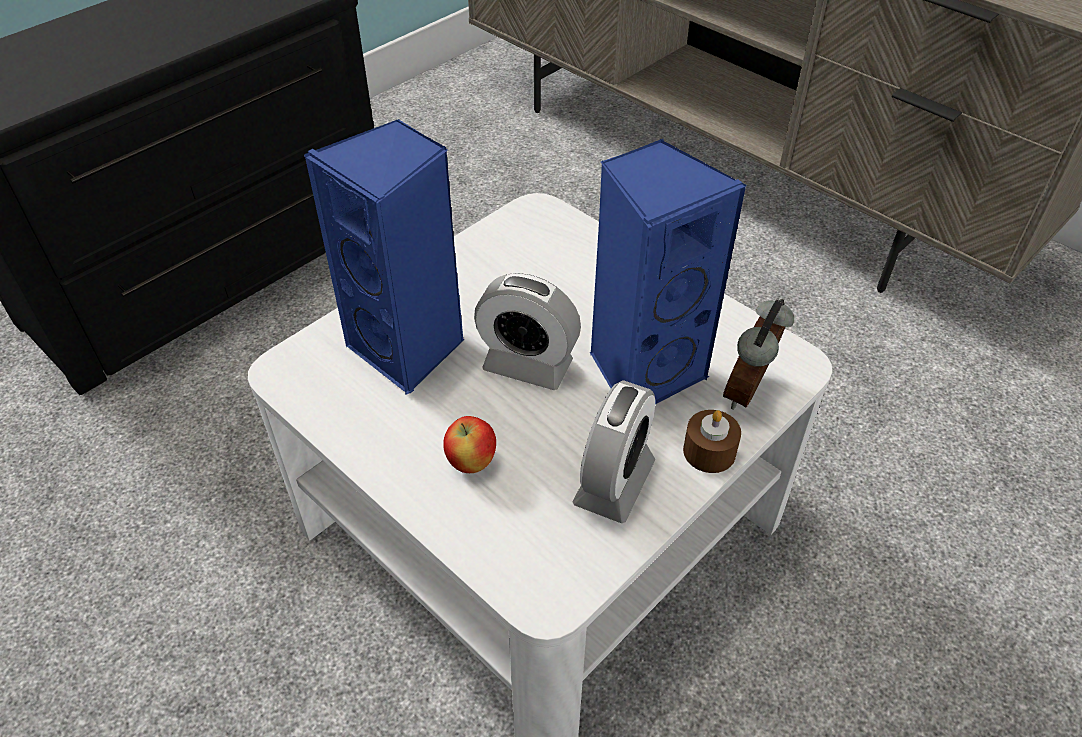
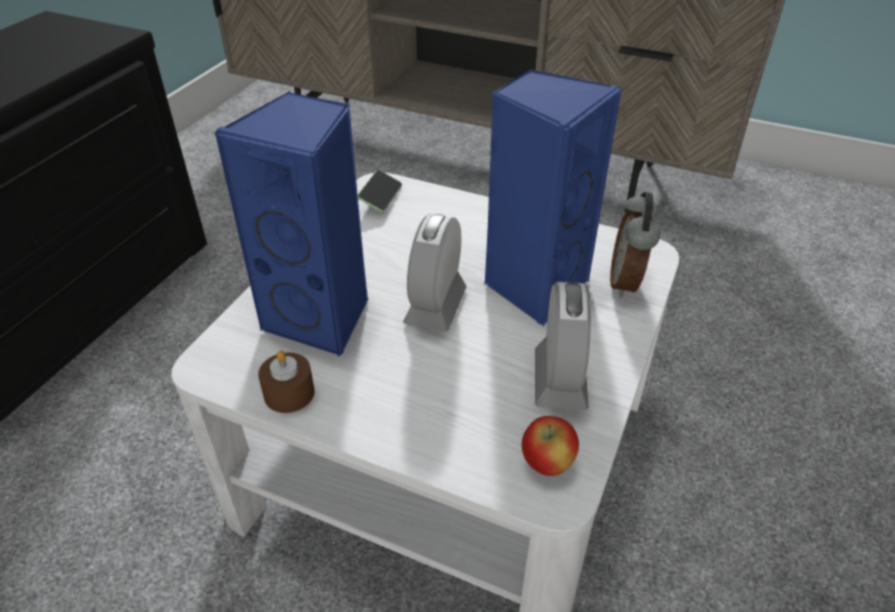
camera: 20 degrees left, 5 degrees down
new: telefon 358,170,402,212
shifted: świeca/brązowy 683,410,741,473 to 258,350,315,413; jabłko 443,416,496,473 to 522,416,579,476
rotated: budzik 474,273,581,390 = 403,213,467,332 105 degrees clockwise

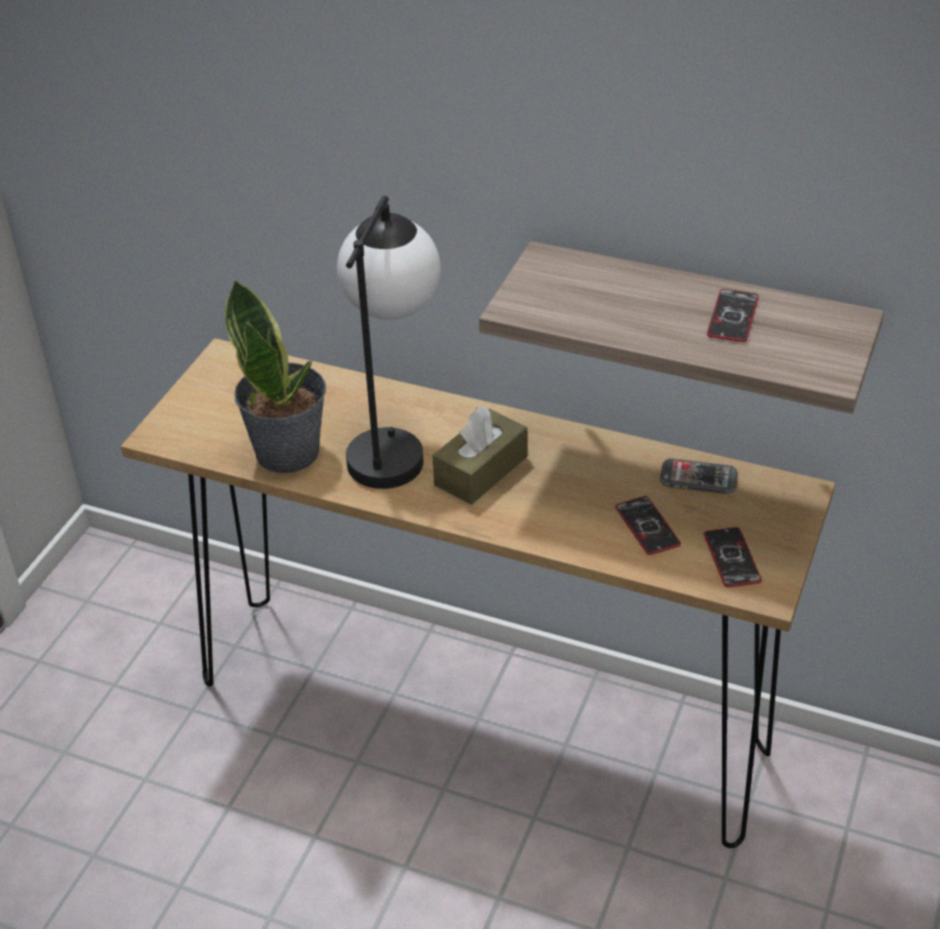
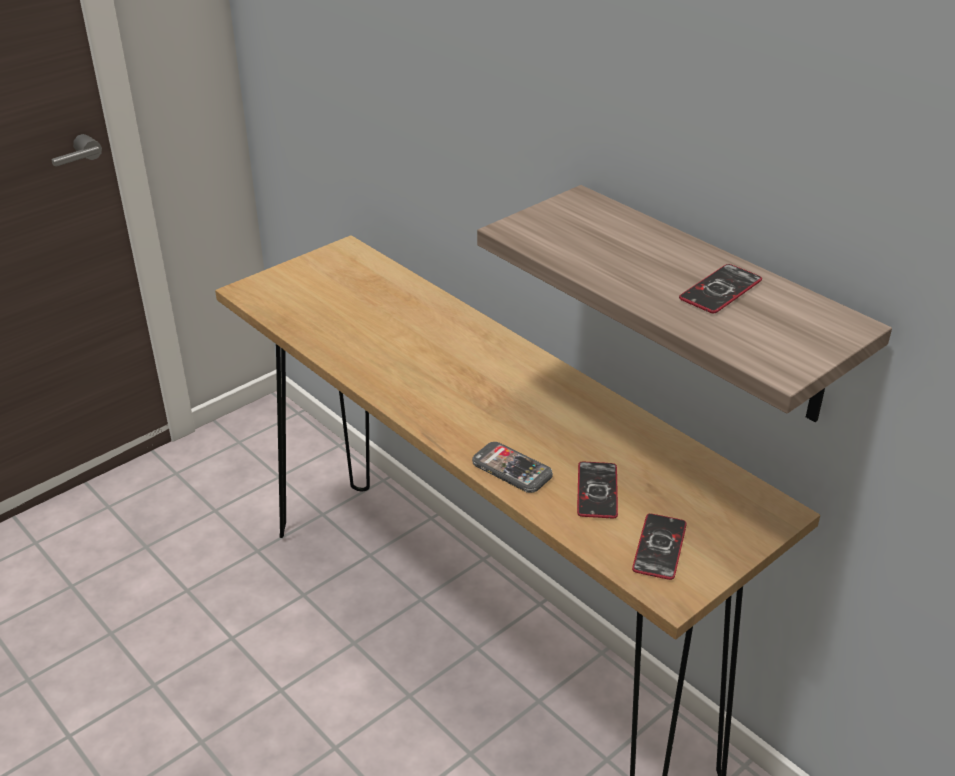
camera: 25 degrees right, 5 degrees down
gone: roślina doniczkowa 225,279,326,473; lampa stołowa 337,196,441,489; pudełko chusteczek/brązowy 433,406,527,505
shifted: telefon 660,459,738,494 to 472,442,553,493

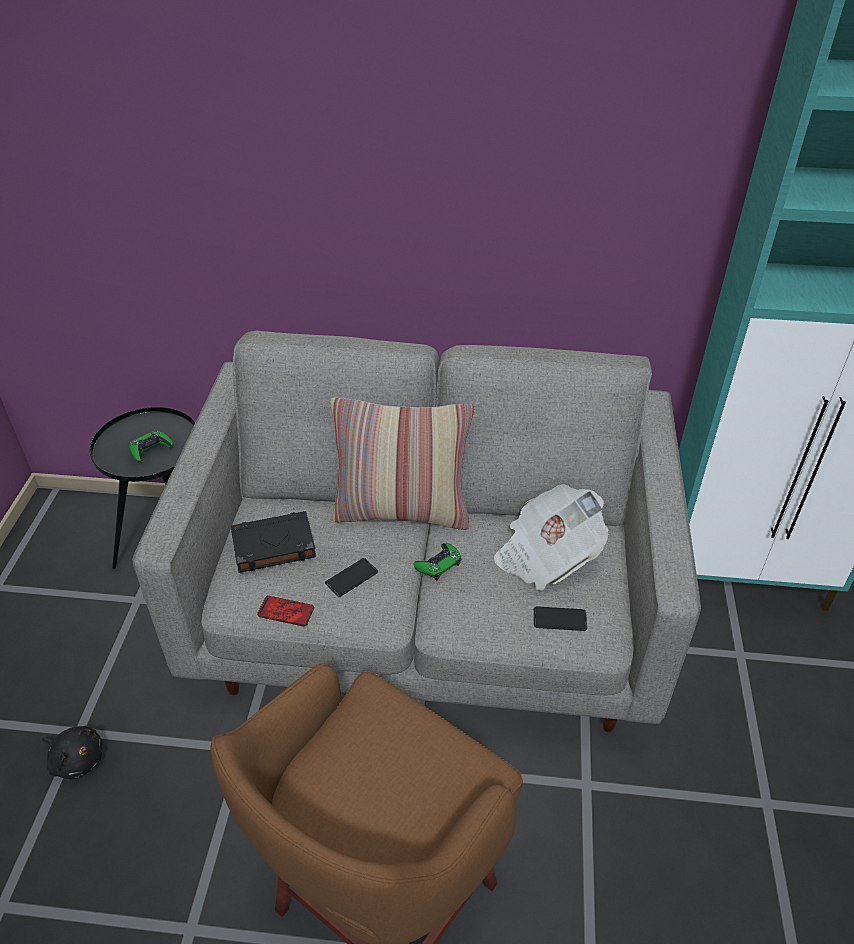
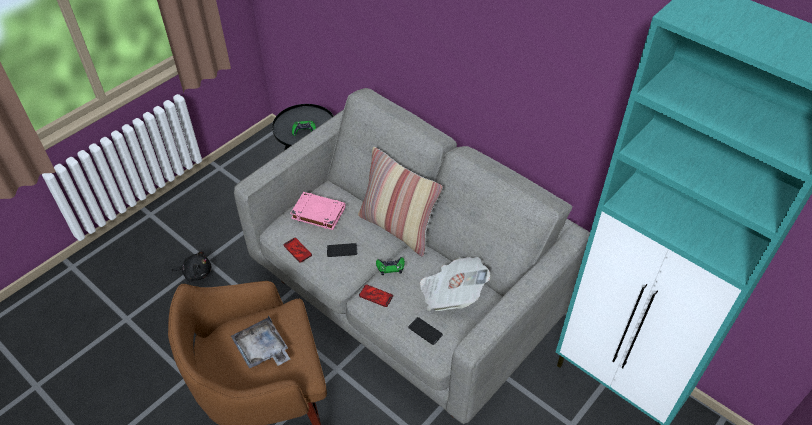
camera: 35 degrees right, 5 degrees up
new: taca/szary 231,315,290,369; telefon 359,284,393,307
repainted: książka/czarny 231,511,316,573 to książka/różowy 290,192,346,230
rotated: pluszak/czarny 42,726,103,779 = 172,251,211,282 60 degrees counterclockwise

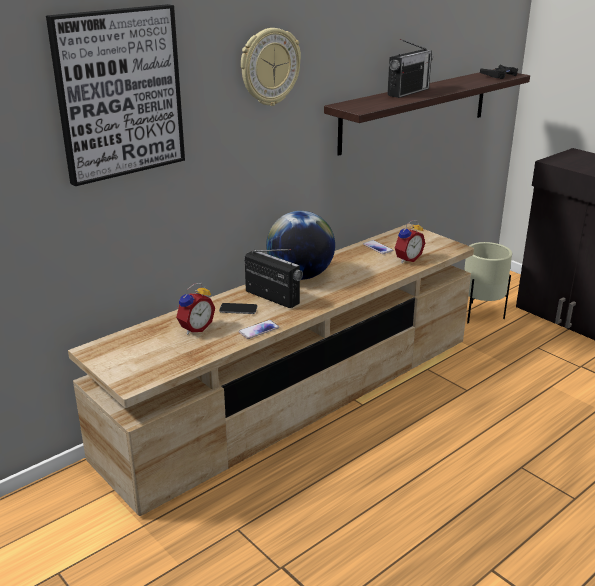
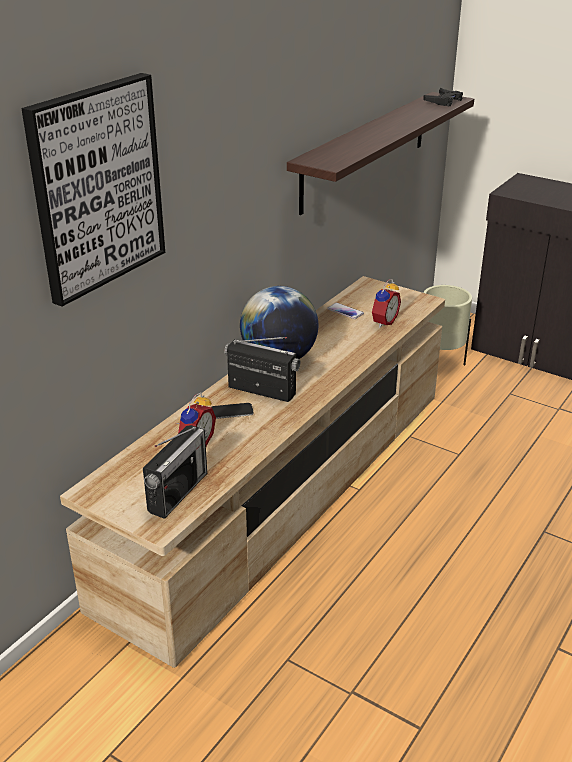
camera: 15 degrees left, 5 degrees up
gone: telefon 239,320,279,339; zegar ścienny 241,28,301,106
shifted: radio 387,39,433,98 to 143,425,207,519

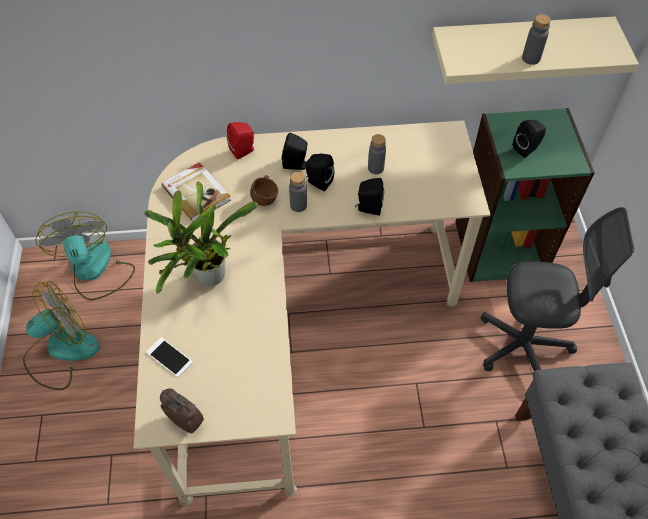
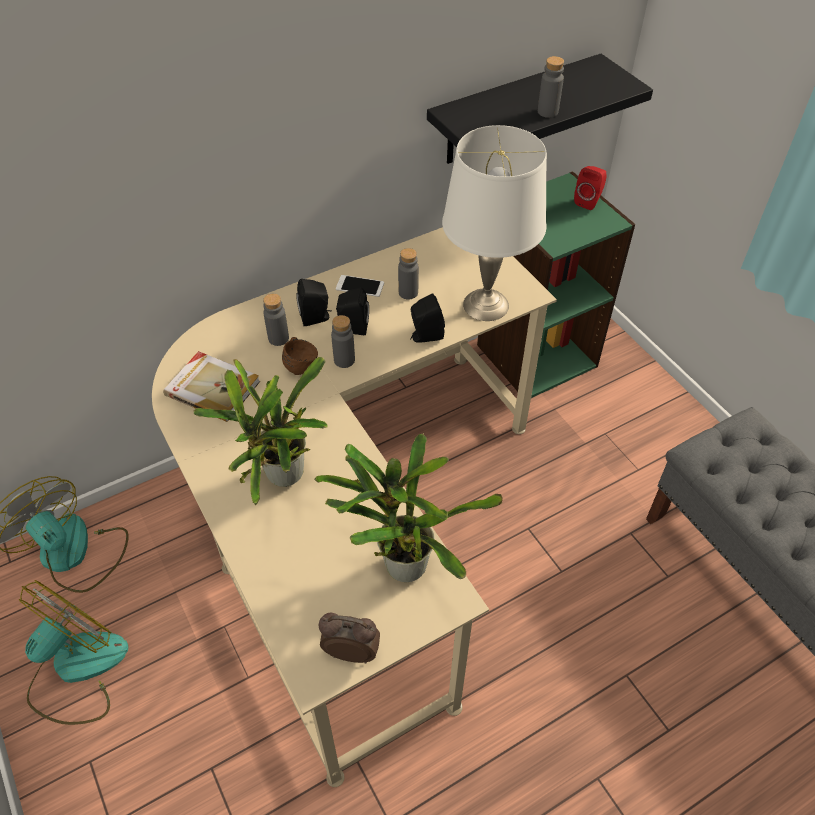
camera: 25 degrees left, 5 degrees down
gone: krzesło biurowe/szary 480,207,634,371; głośnik/czarny 513,120,546,158
new: butelka/szary 263,294,289,346; roślina doniczkowa 315,433,503,582; lampa stołowa/biały 442,125,547,321
shifted: telefon 146,337,193,377 to 336,275,384,297; głośnik/czerwony 227,122,254,160 to 574,166,607,210
repainted: półka/beżowy 432,17,639,84 to półka/czarny 427,54,653,164

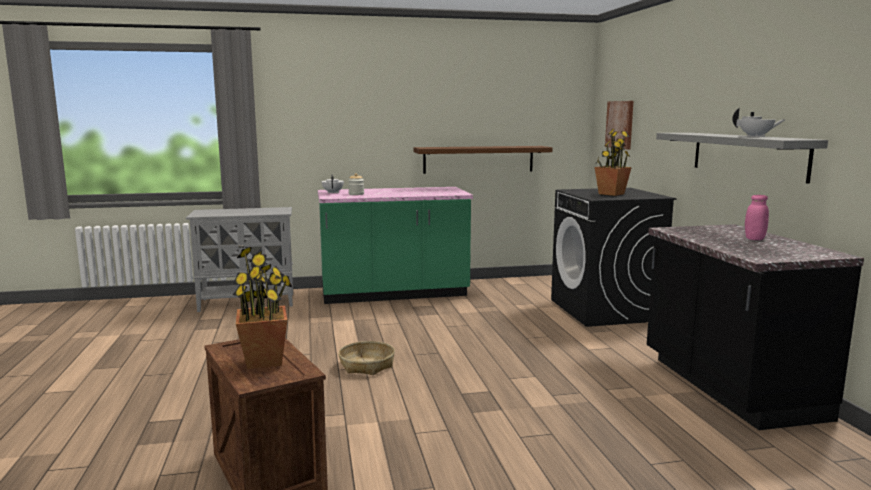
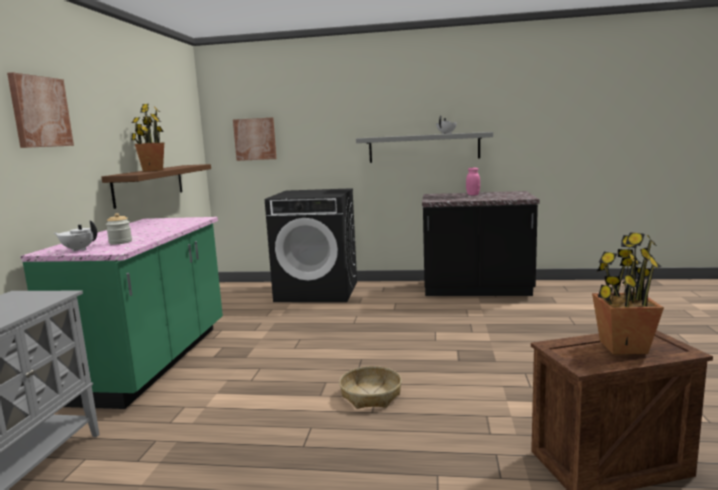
camera: 70 degrees left, 0 degrees up
new: obraz 7,72,74,148
shifted: roślina doniczkowa 594,129,632,196 to 131,104,164,172

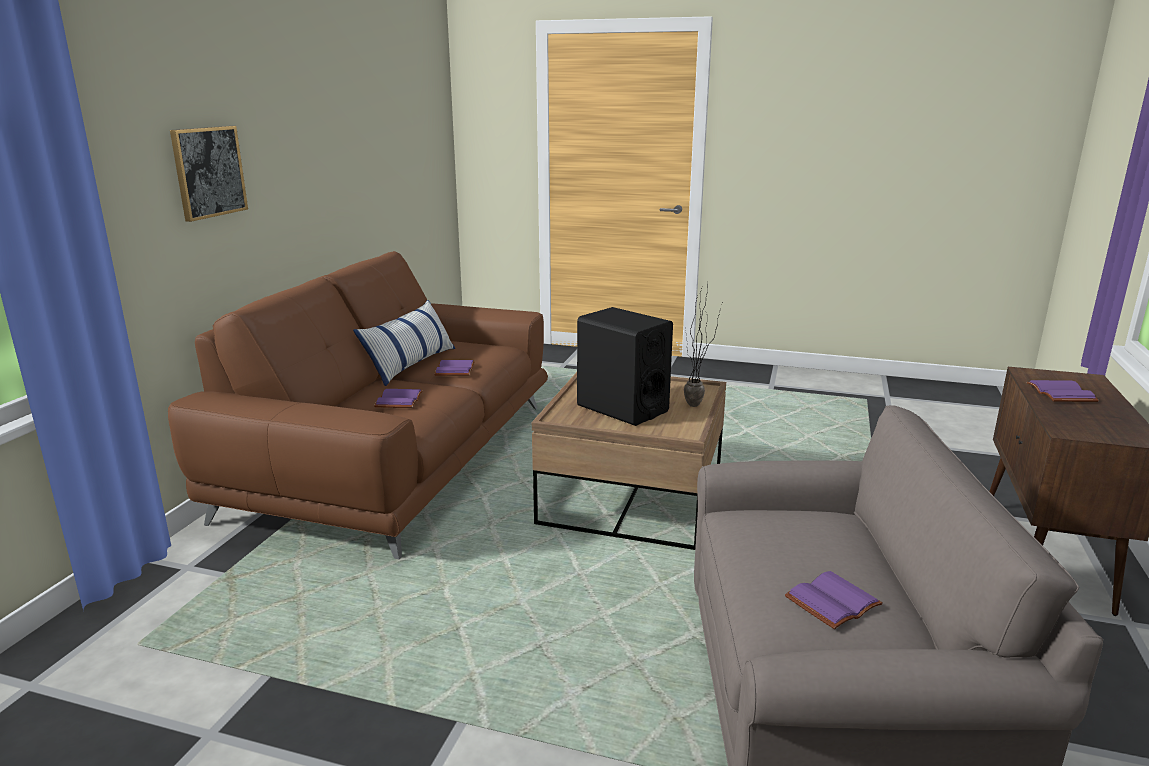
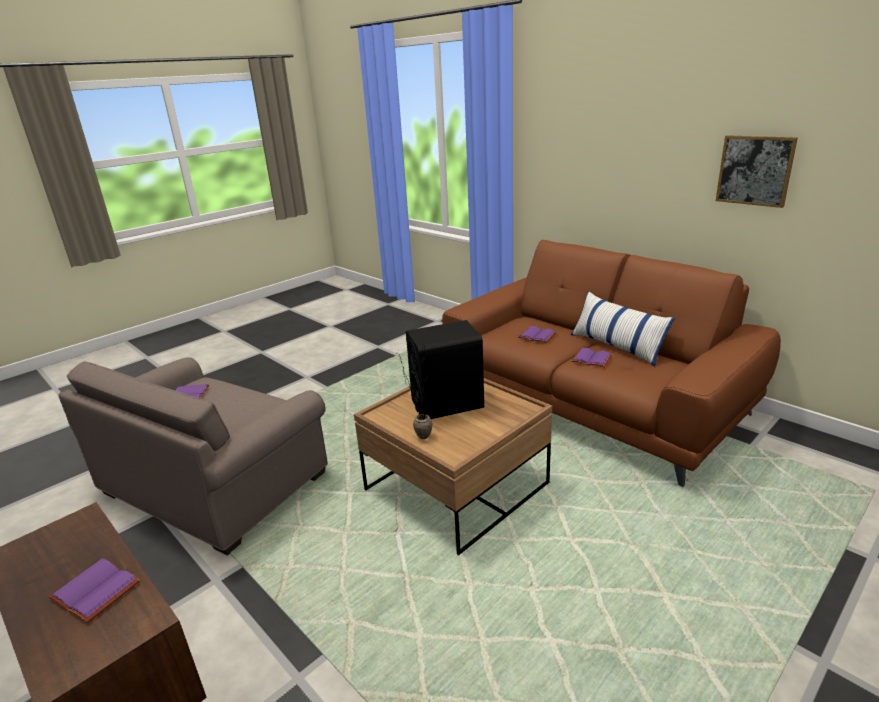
camera: 120 degrees right, 5 degrees up
shifted: obraz 170,126,248,222 to 716,135,798,208

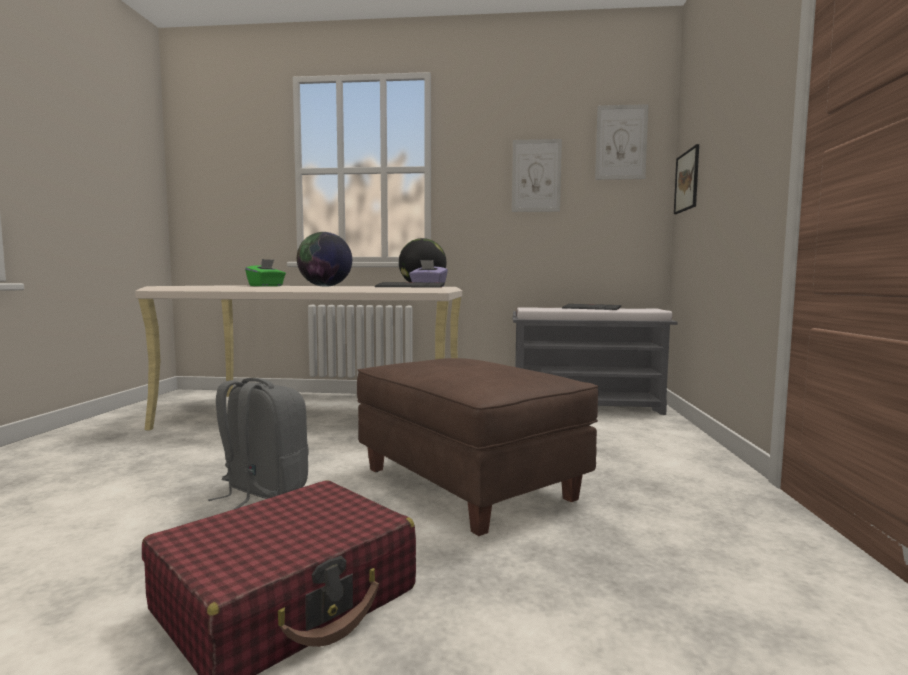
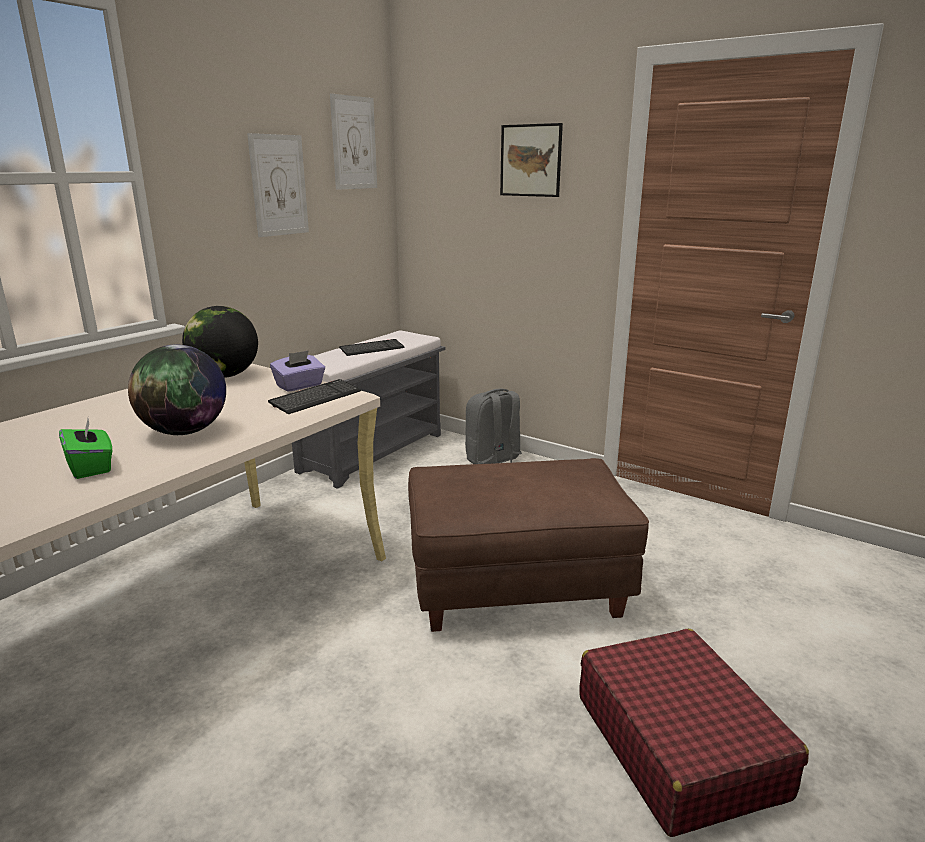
camera: 60 degrees left, 15 degrees up
shifted: plecak/szary 208,378,309,509 to 465,388,522,464; obraz 674,144,699,214 to 500,123,563,197

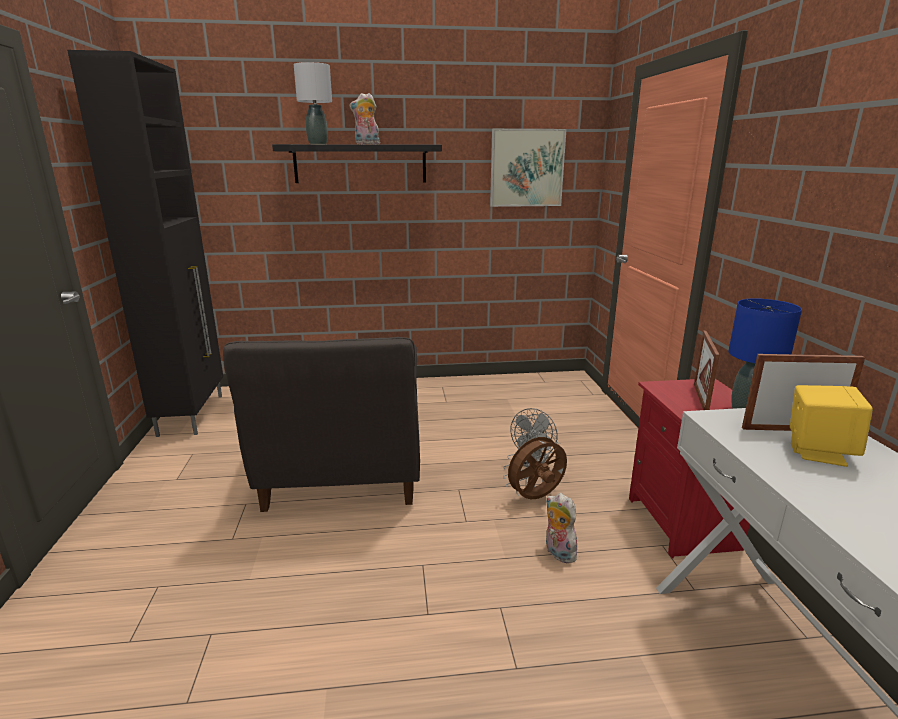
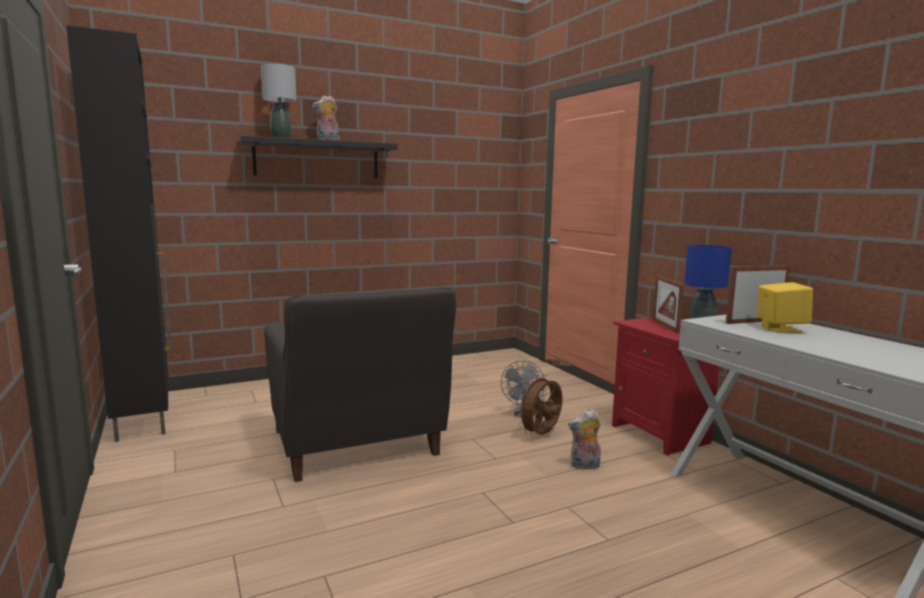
camera: 20 degrees left, 10 degrees down
gone: obraz 490,129,566,207
rotated: pluszak 546,493,581,563 = 568,409,601,470 45 degrees counterclockwise

